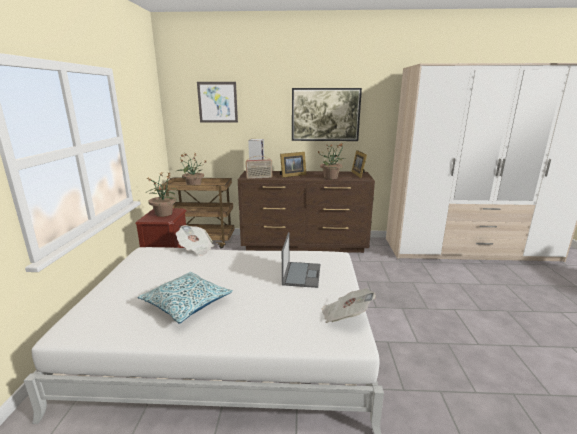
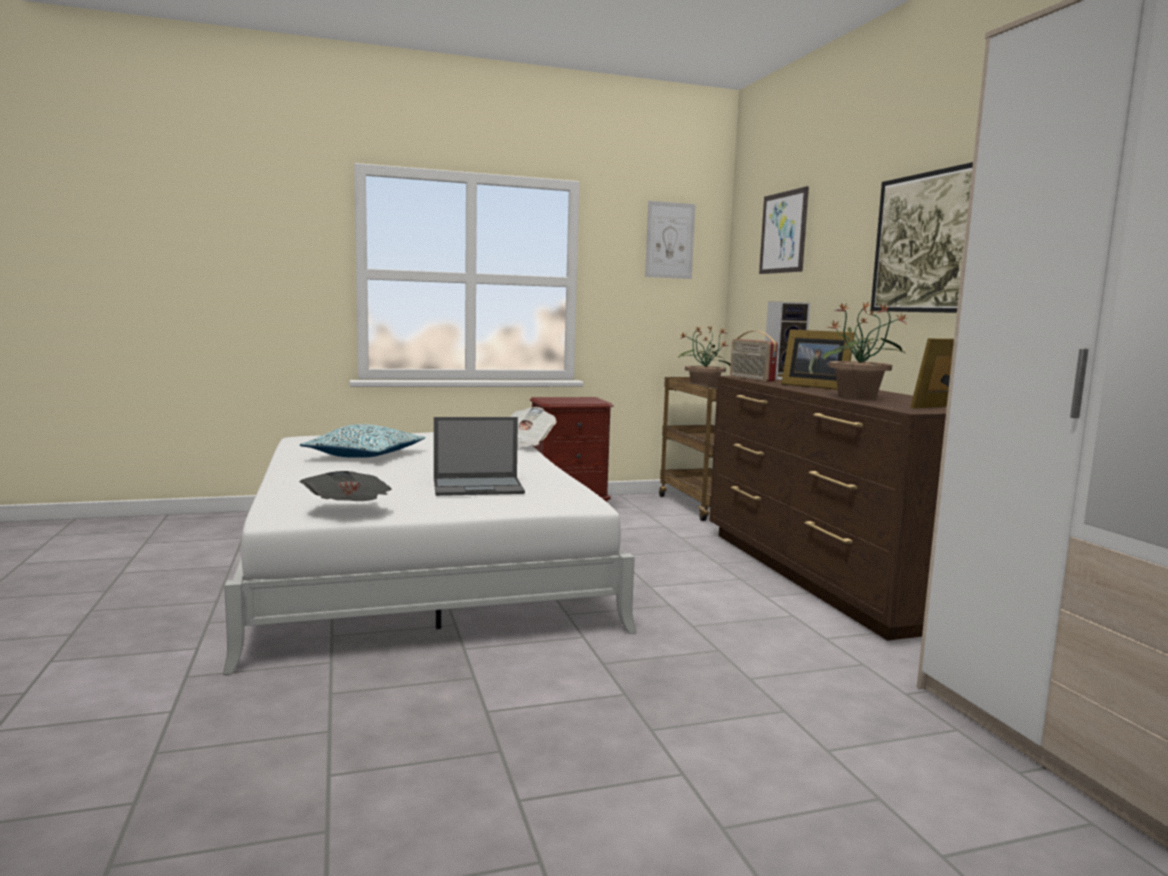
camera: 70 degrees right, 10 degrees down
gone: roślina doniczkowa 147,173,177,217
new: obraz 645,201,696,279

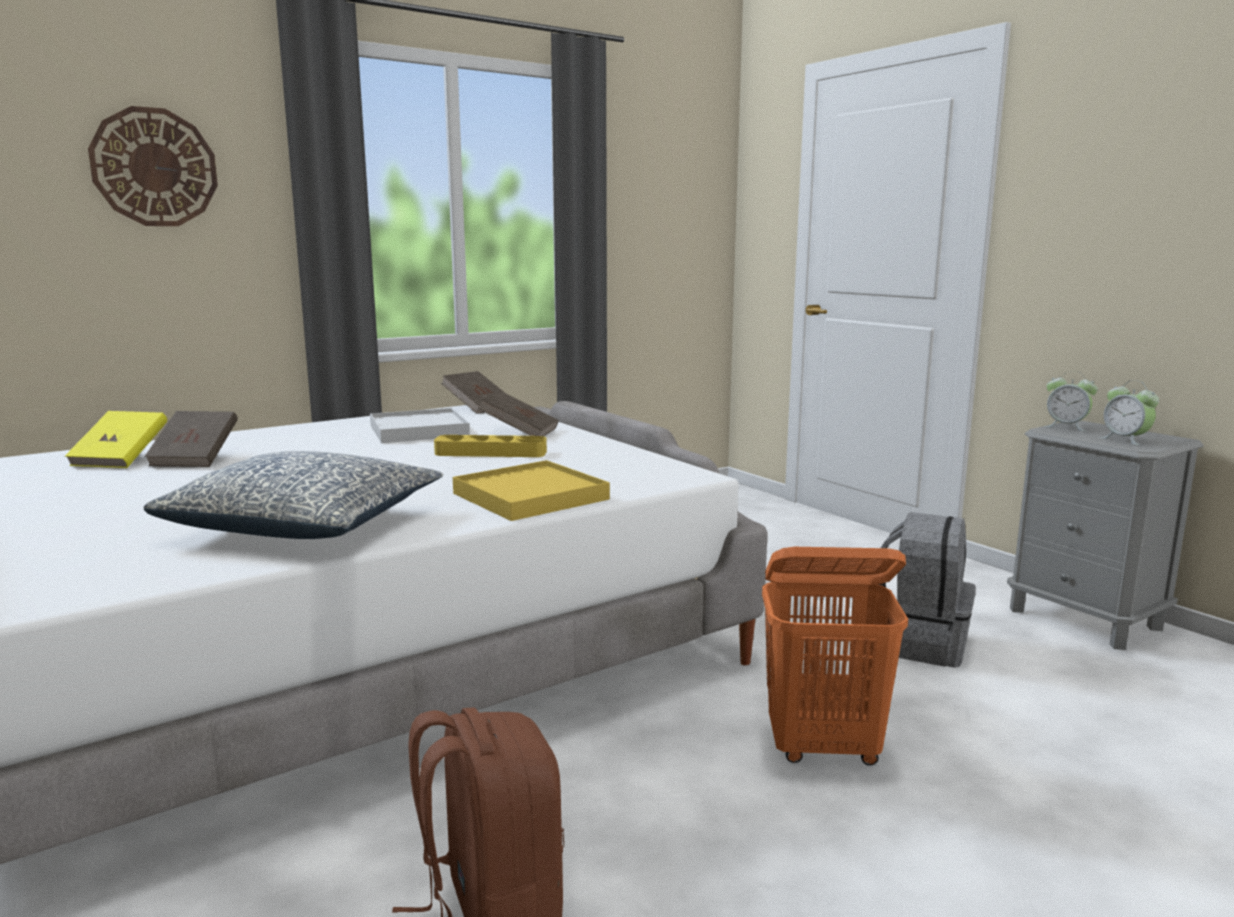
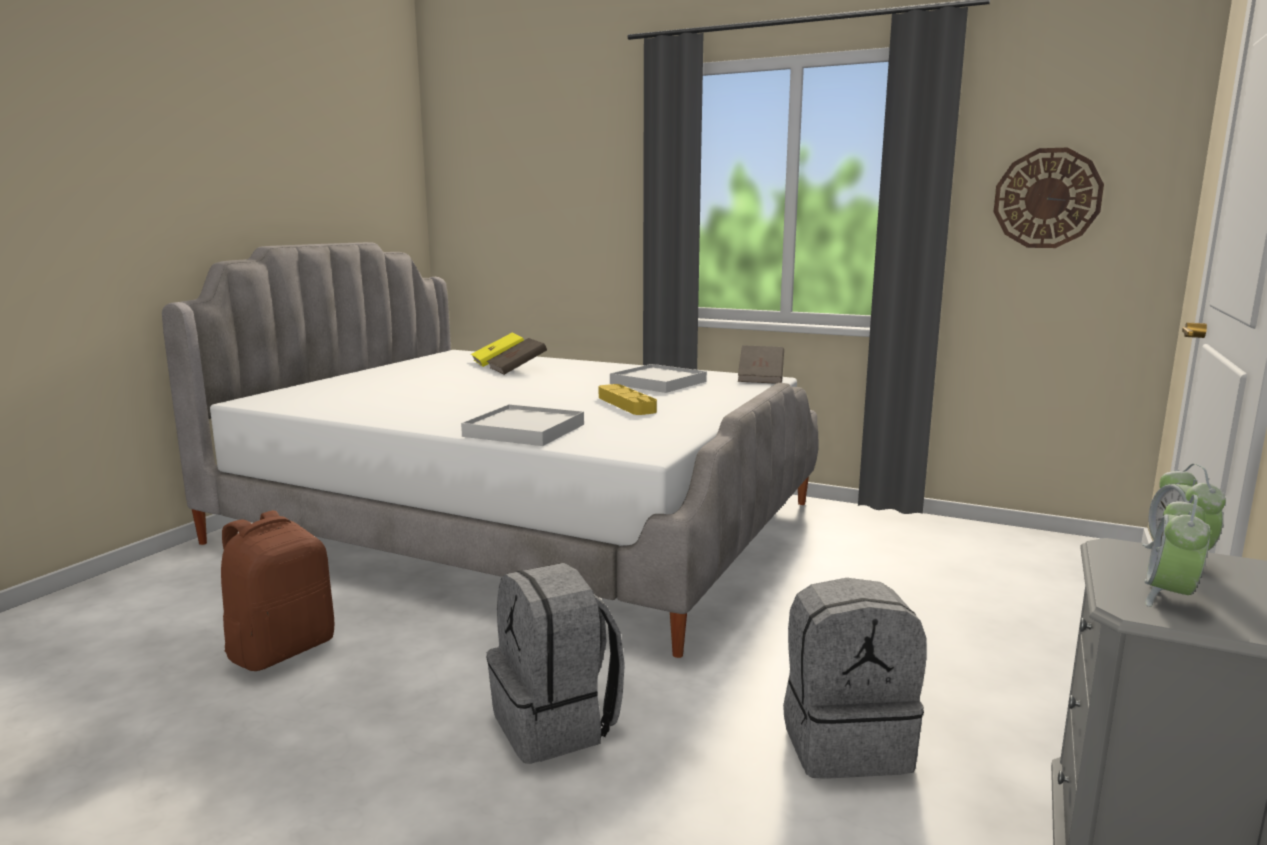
camera: 60 degrees right, 0 degrees up
gone: poduszka 144,451,443,539; książka/brązowy 478,391,559,436
shifted: zegar ścienny 88,106,218,226 to 994,147,1104,248
swapped: kosz na pranie/pomarańczowy 762,547,908,765 to plecak/szary 486,563,625,764
repainted: taca/żółty 453,460,610,521 to taca/biały 461,404,584,446

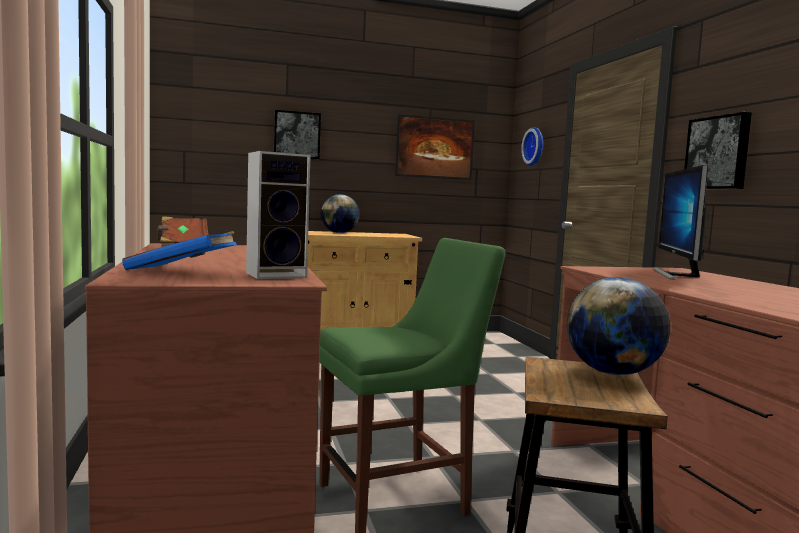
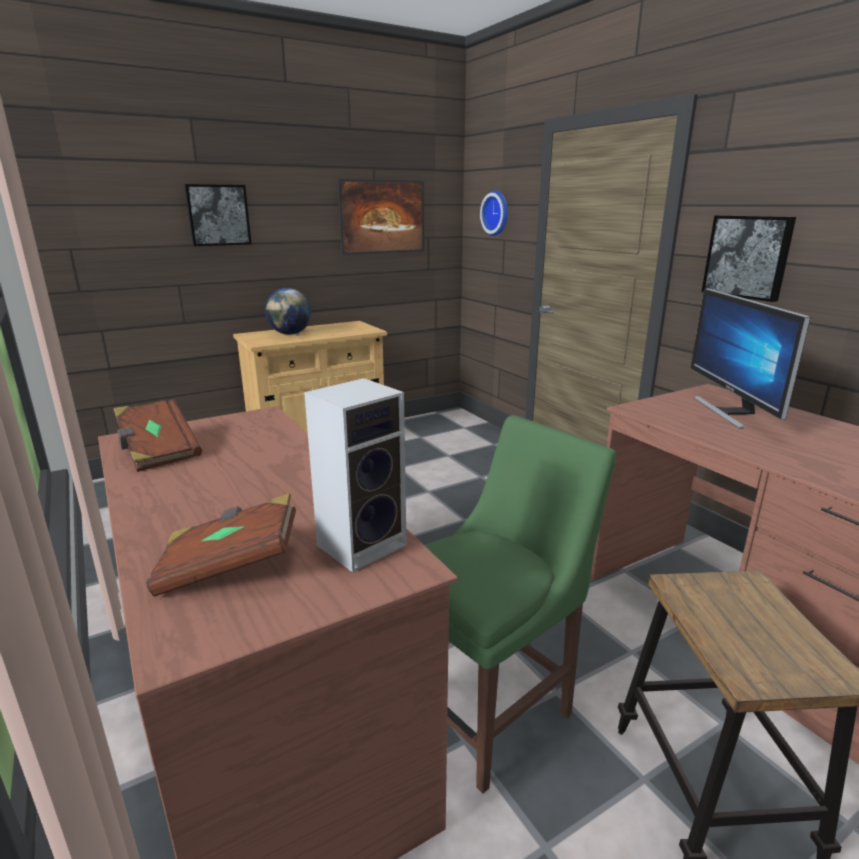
camera: 15 degrees left, 15 degrees up
gone: globus 567,277,670,375
repainted: książka/niebieski 122,231,237,270 to książka/brązowy 146,493,296,596

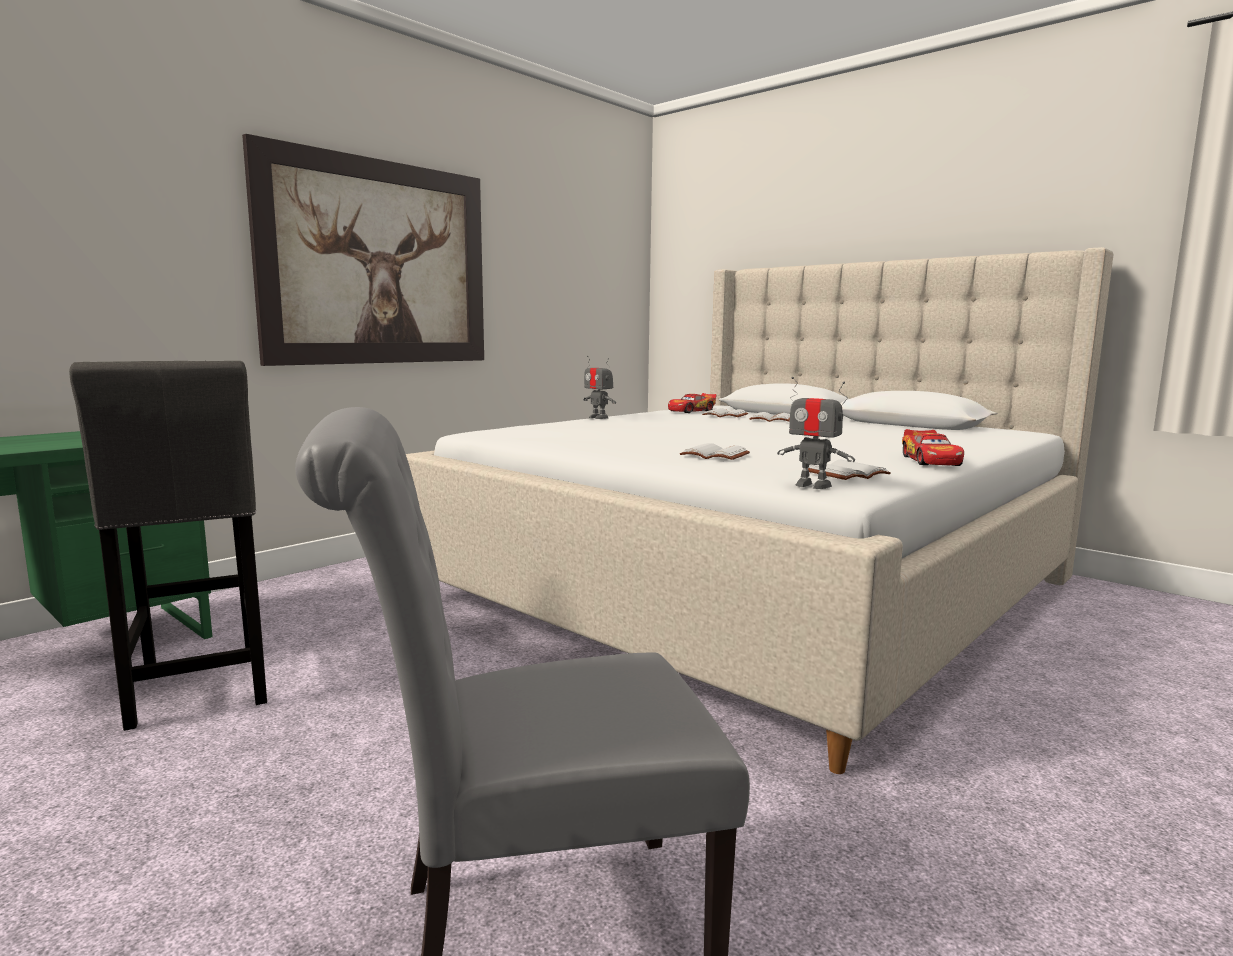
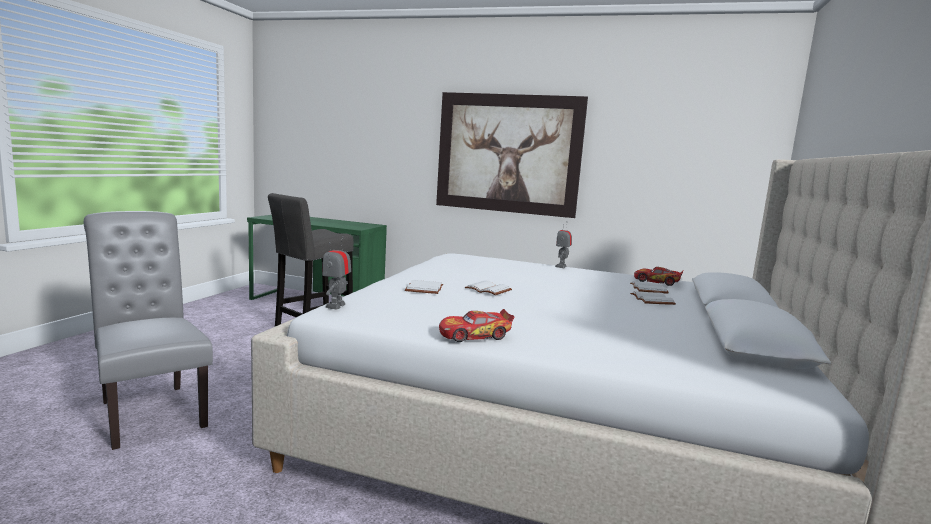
camera: 65 degrees right, 0 degrees up
shifted: książka/biały 808,460,891,480 to 465,281,512,295

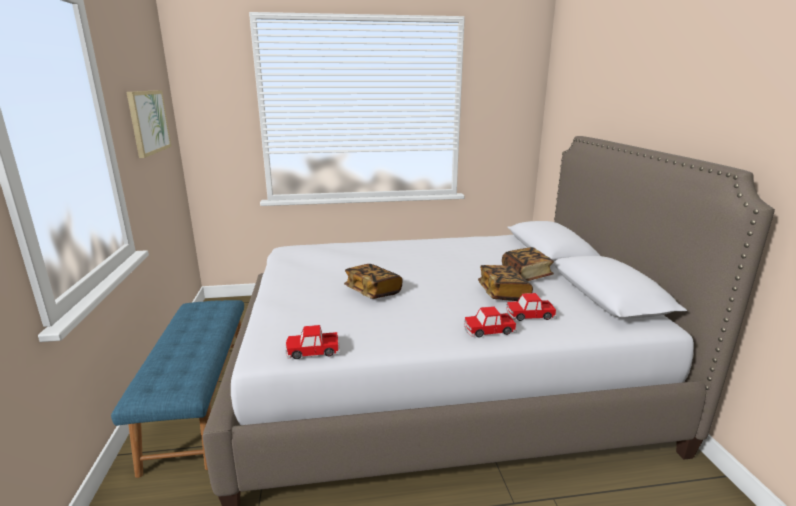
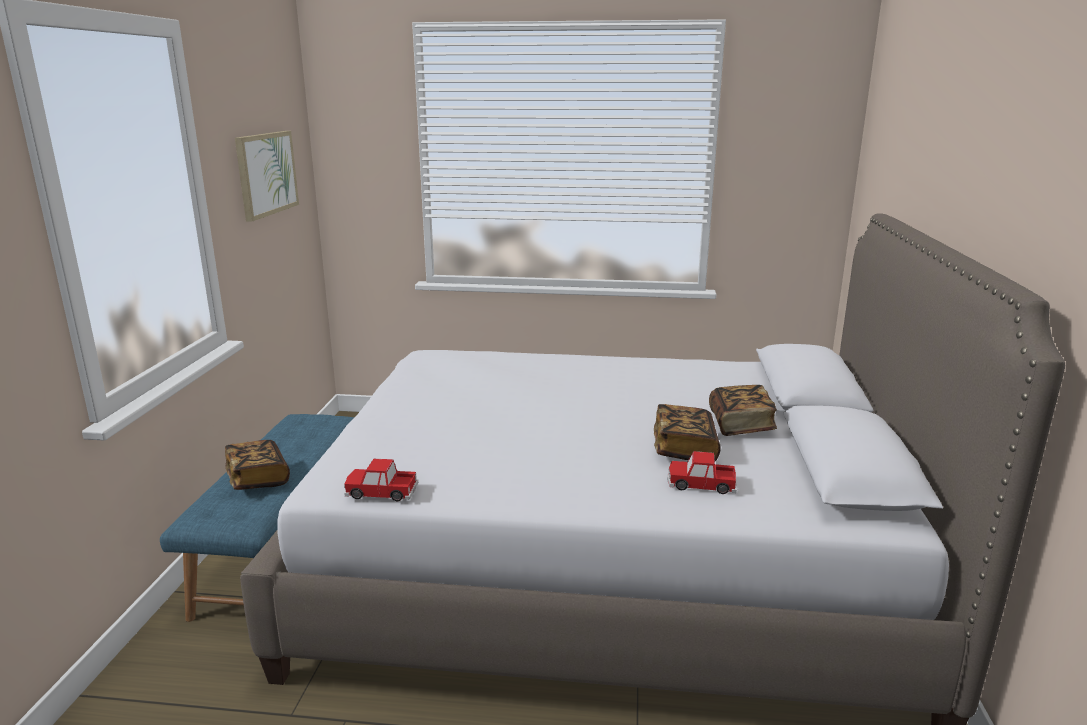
camera: 15 degrees right, 0 degrees up
gone: samochodzik 464,306,517,337
shifted: książka 344,264,403,299 to 225,440,290,490

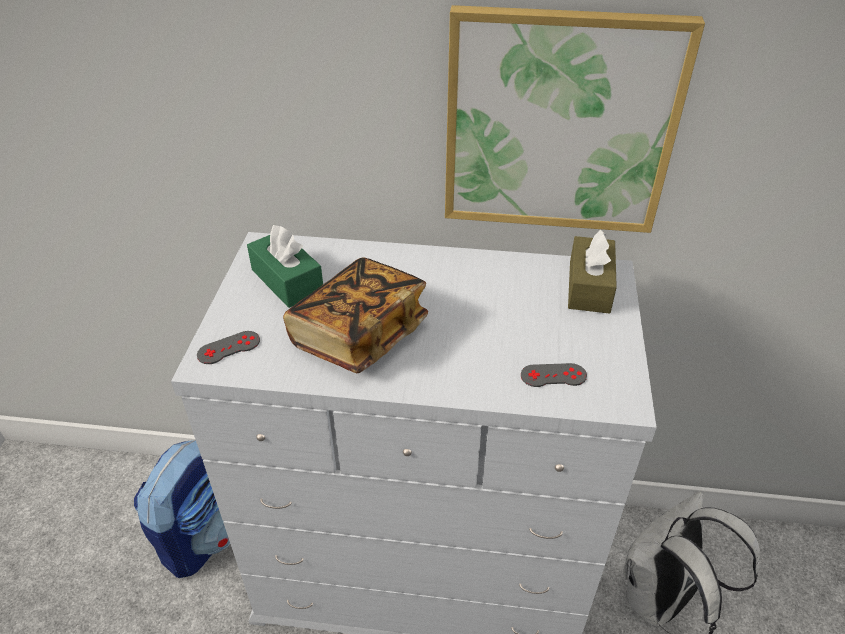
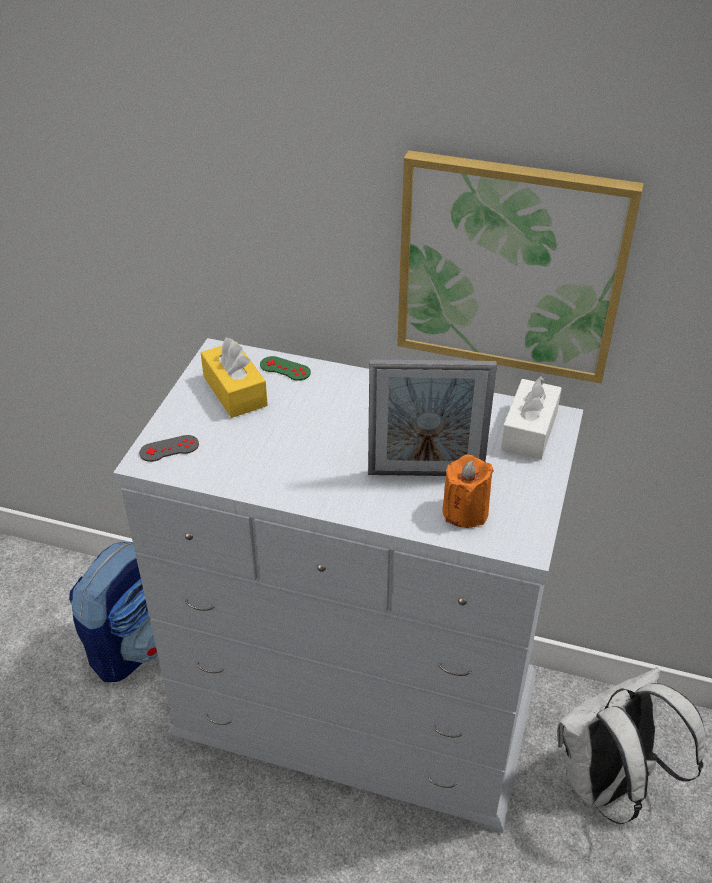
camera: 10 degrees right, 0 degrees up
gone: książka 283,257,428,373
new: pad do gier/zielony 260,356,311,381; ramka na zdjęcie 368,359,497,476
swapped: pad do gier/szary 521,363,587,387 to świeca/pomarańczowy 442,455,494,528
repainted: pudełko chusteczek/zielony 247,225,323,308 to pudełko chusteczek/żółty 201,337,268,418; pudełko chusteczek/brązowy 568,230,617,314 to pudełko chusteczek/biały 500,376,562,460

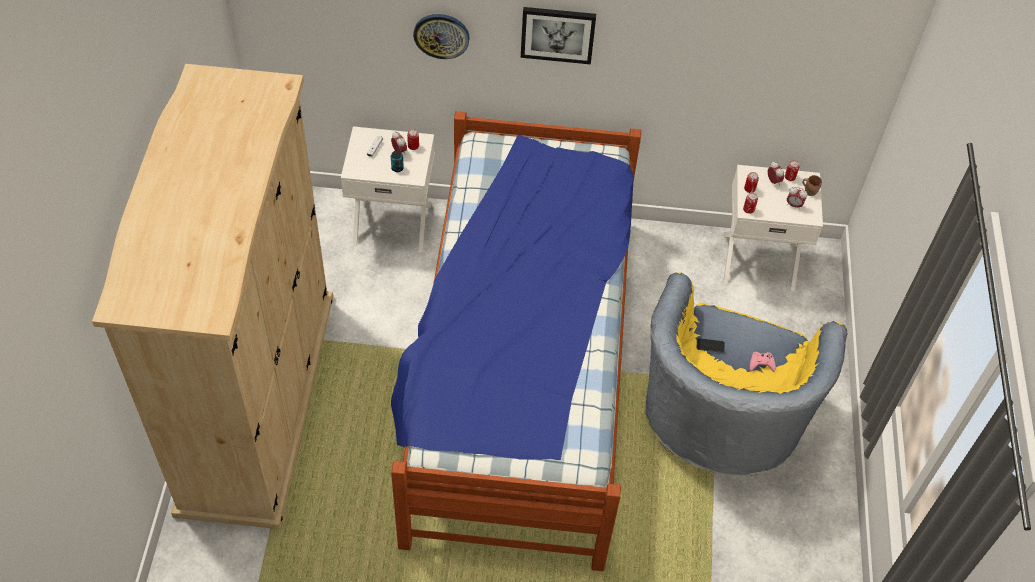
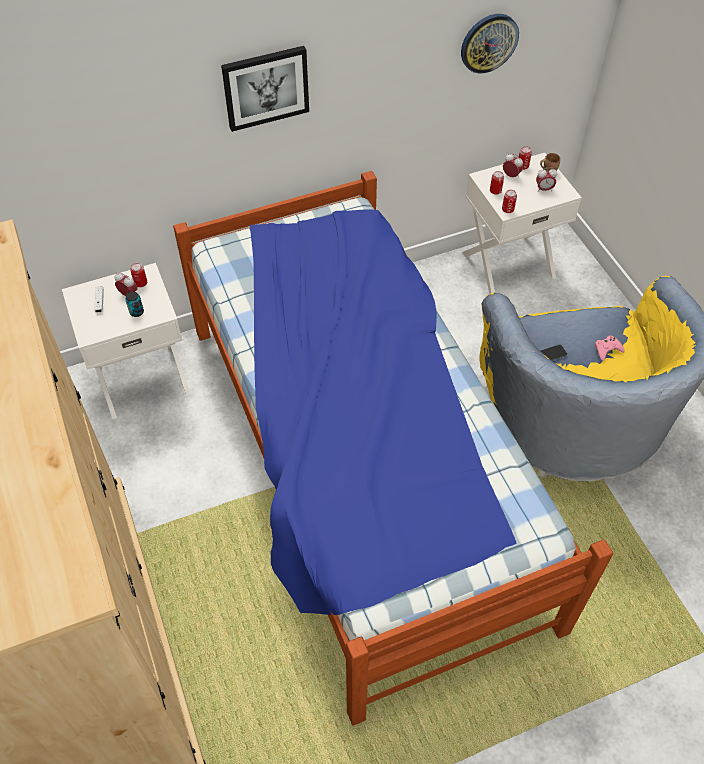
camera: 25 degrees left, 0 degrees up
shifted: zegar ścienny 413,14,470,59 to 461,14,519,74

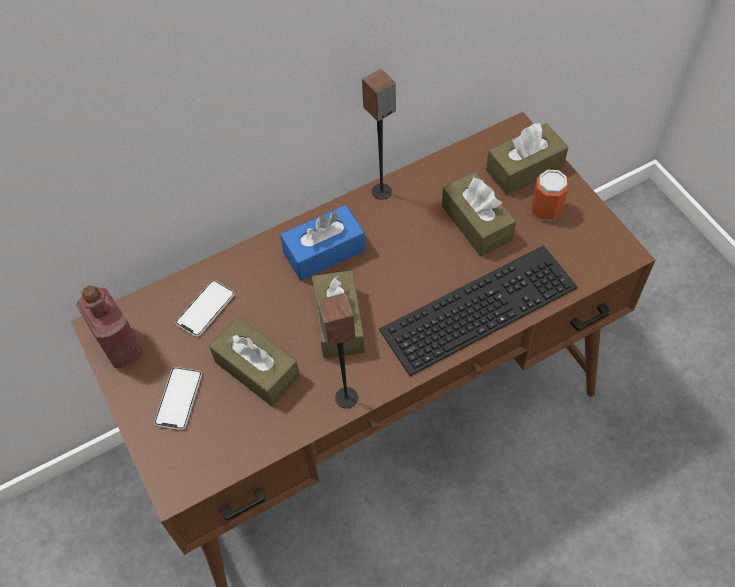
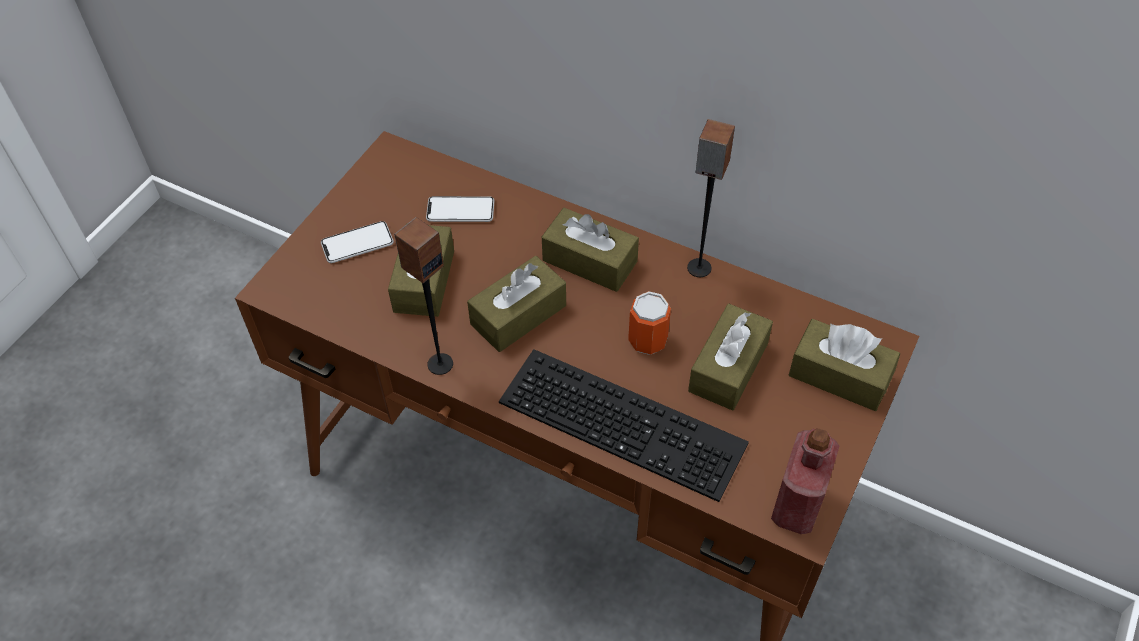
camera: 55 degrees right, 5 degrees down
shifted: puszka 532,170,568,220 to 628,291,671,355; butelka/czerwony 76,285,143,368 to 771,428,839,534
repainted: pudełko chusteczek/niebieski 280,205,365,280 to pudełko chusteczek/brązowy 542,208,639,292

